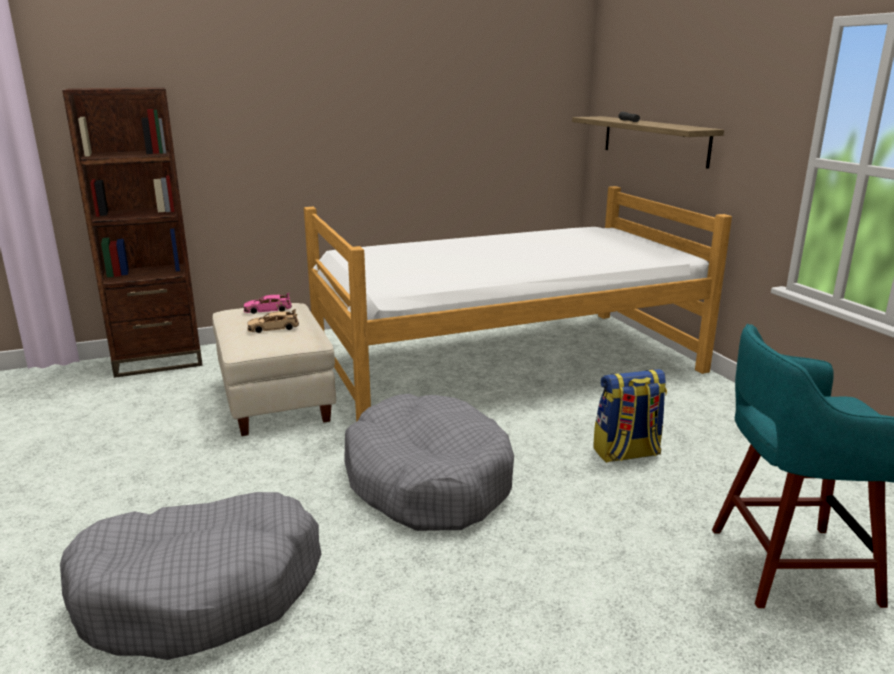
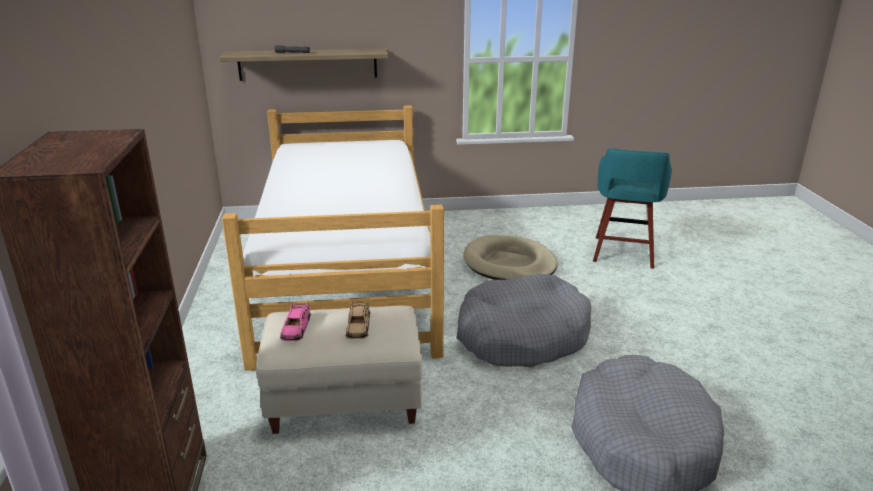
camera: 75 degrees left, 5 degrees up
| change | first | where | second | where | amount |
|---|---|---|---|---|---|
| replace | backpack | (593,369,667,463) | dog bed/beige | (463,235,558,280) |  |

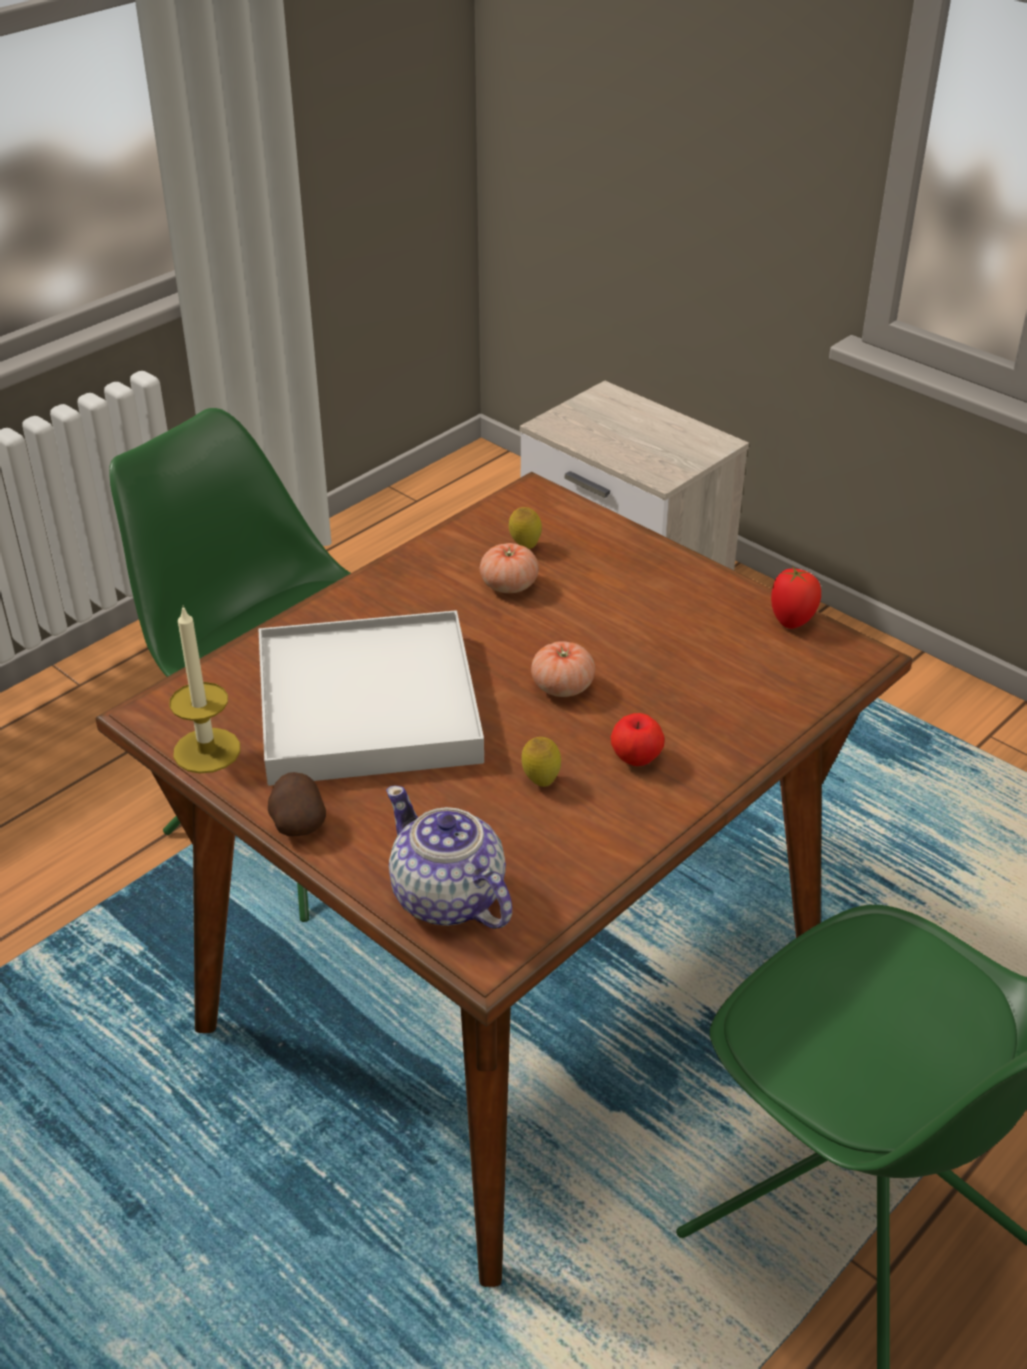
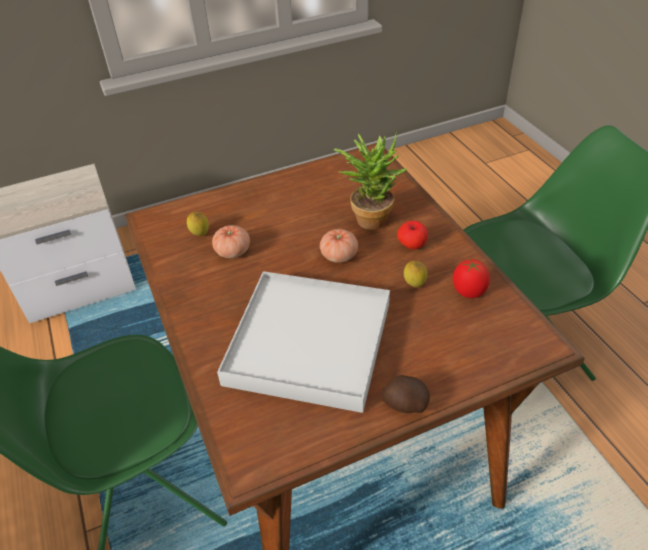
camera: 65 degrees left, 5 degrees up
| change | first | where | second | where | amount |
|---|---|---|---|---|---|
| delete | candle | (169,605,240,773) |  |  |  |
| delete | teapot | (386,786,512,929) |  |  |  |
| move | tomato | (771,566,821,629) |  | (453,259,490,298) |  |
| insert |  |  | potted plant | (334,132,407,230) |  |

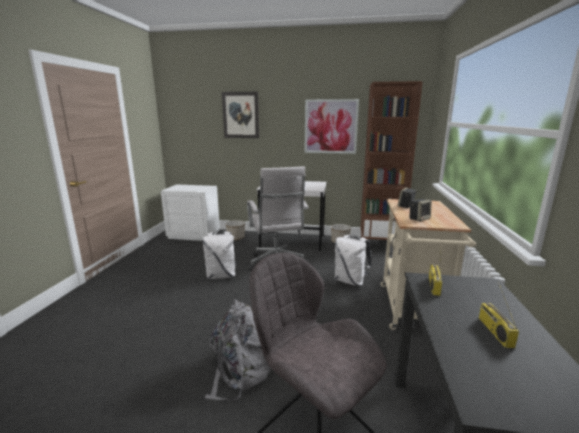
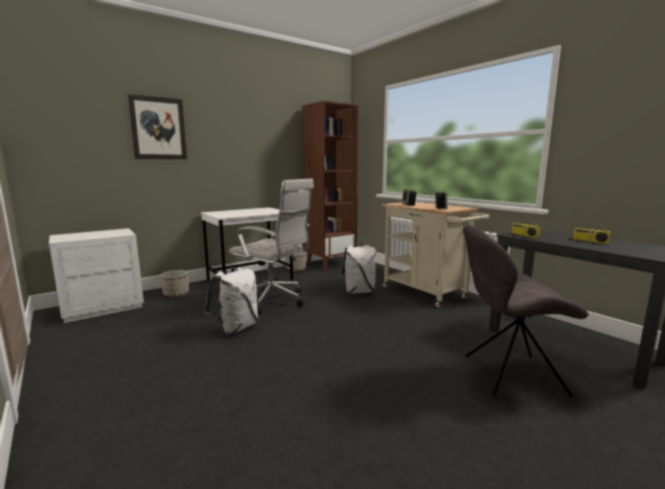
camera: 45 degrees left, 5 degrees down
| change | first | where | second | where | amount |
|---|---|---|---|---|---|
| delete | backpack/grey | (205,299,271,401) |  |  |  |
| delete | picture | (304,99,359,154) |  |  |  |

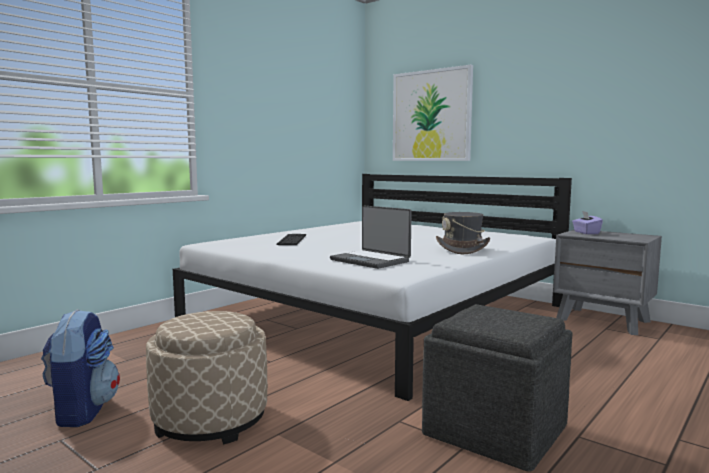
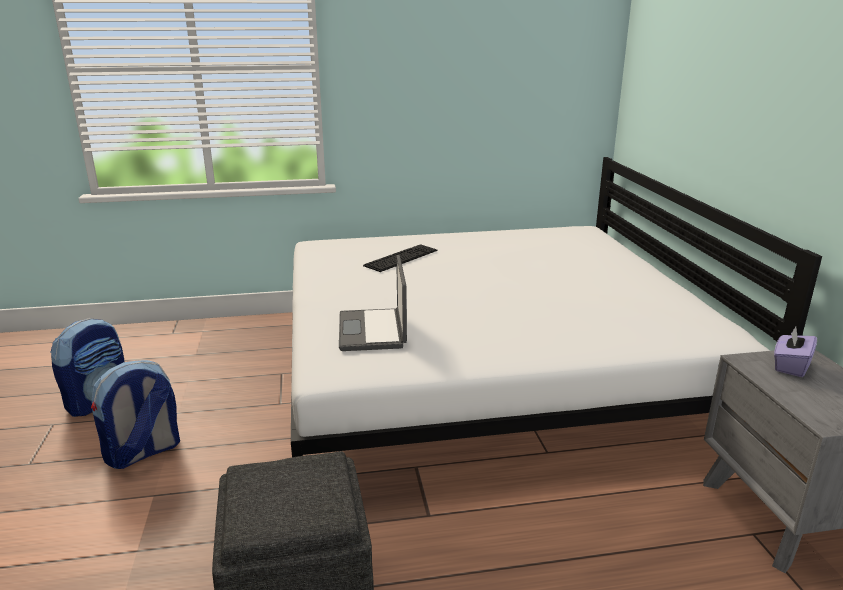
camera: 40 degrees right, 15 degrees up
| change | first | where | second | where | amount |
|---|---|---|---|---|---|
| replace | ottoman/beige | (146,311,267,445) | backpack | (91,360,180,469) |  |
| delete | picture | (393,65,473,161) |  |  |  |
| delete | hat/grey | (436,212,490,254) |  |  |  |

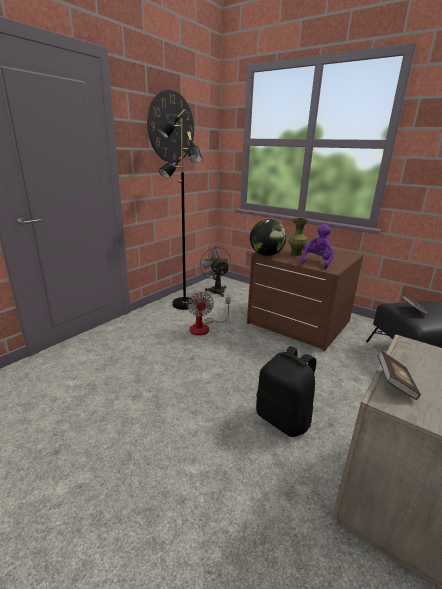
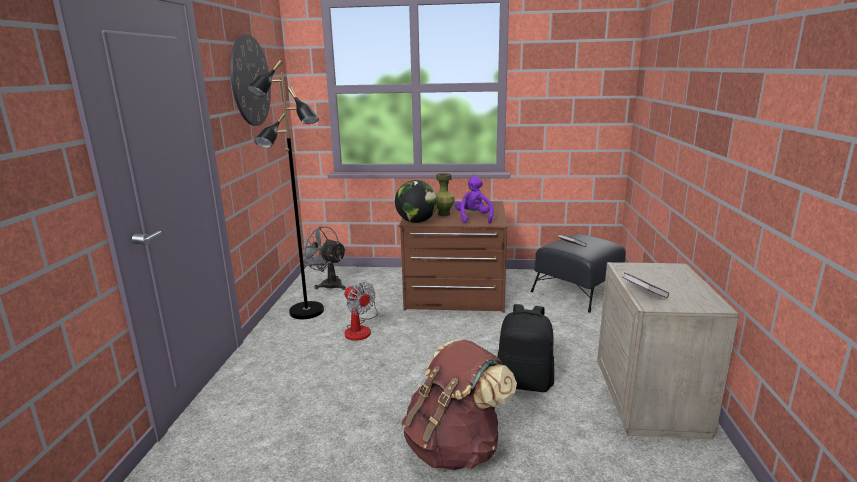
camera: 30 degrees left, 5 degrees down
| change | first | where | second | where | amount |
|---|---|---|---|---|---|
| insert |  |  | backpack/brown | (401,339,517,470) |  |

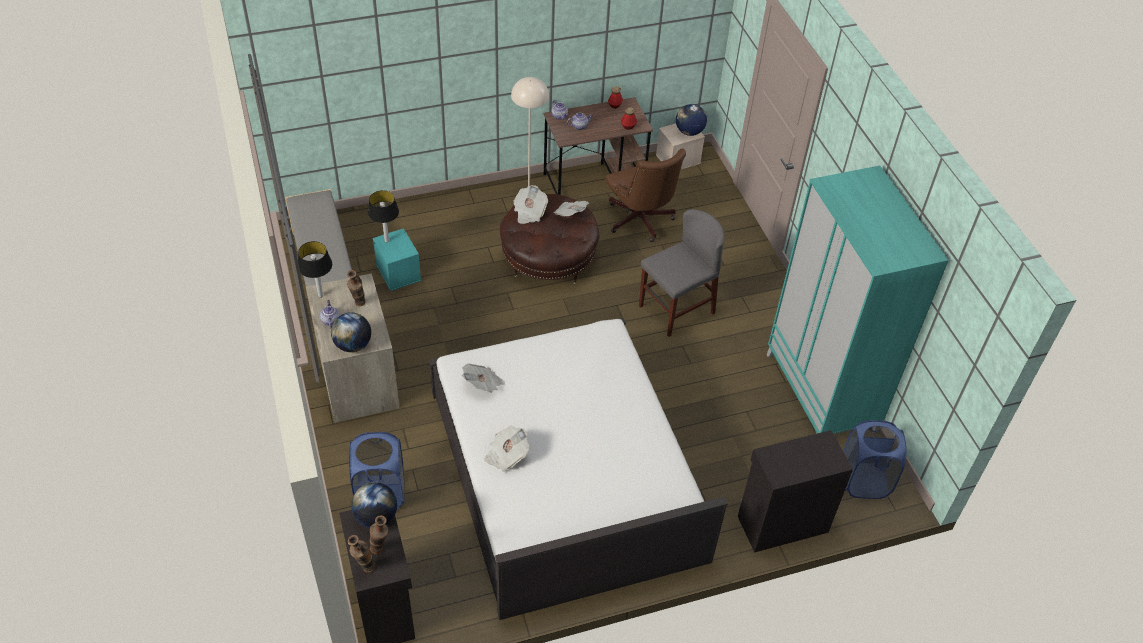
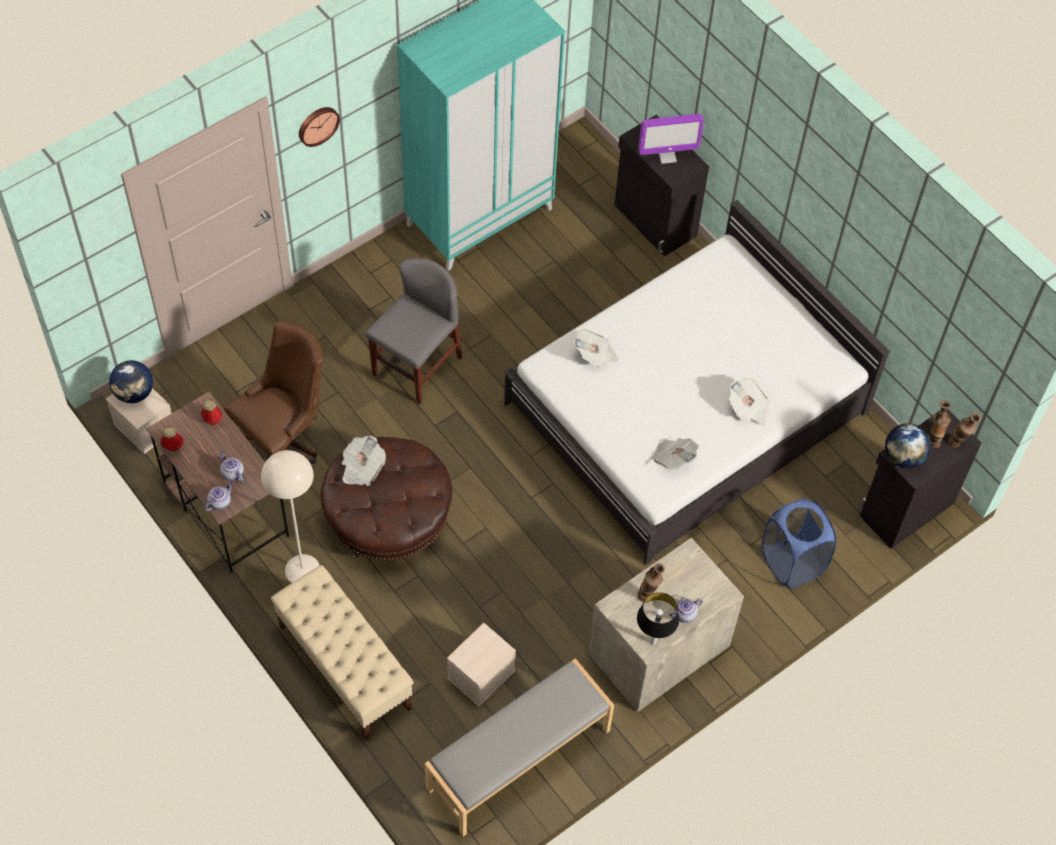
camera: 110 degrees left, 10 degrees up
| change | first | where | second | where | amount |
|---|---|---|---|---|---|
| delete | globe | (331,312,371,352) |  |  |  |
| delete | table lamp | (368,190,399,243) |  |  |  |
| recolor | storage box/turquoise | (373,228,421,291) | storage box/beige | (447,623,516,706) |  |
| move | newspaper | (513,185,548,224) |  | (573,329,618,367) |  |
| rotate | chair/grey | (639,209,724,337) |  | (365,258,462,405) | 90 degrees clockwise |
| delete | laundry basket/blue | (843,420,907,499) |  |  |  |
| insert |  |  | bench/beige | (271,565,414,740) |  |
| insert |  |  | wall clock | (299,107,340,147) |  |
| insert |  |  | monitor | (638,114,704,164) |  |

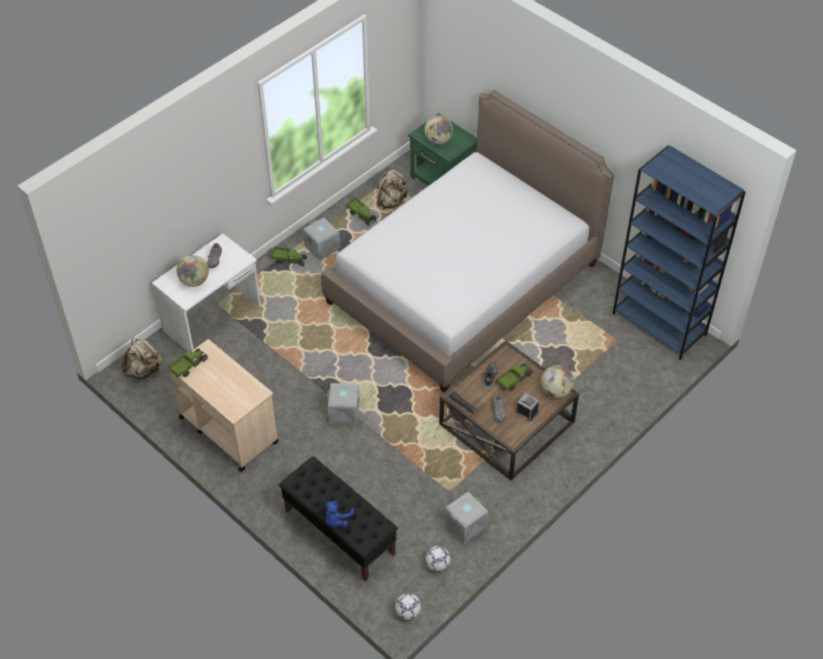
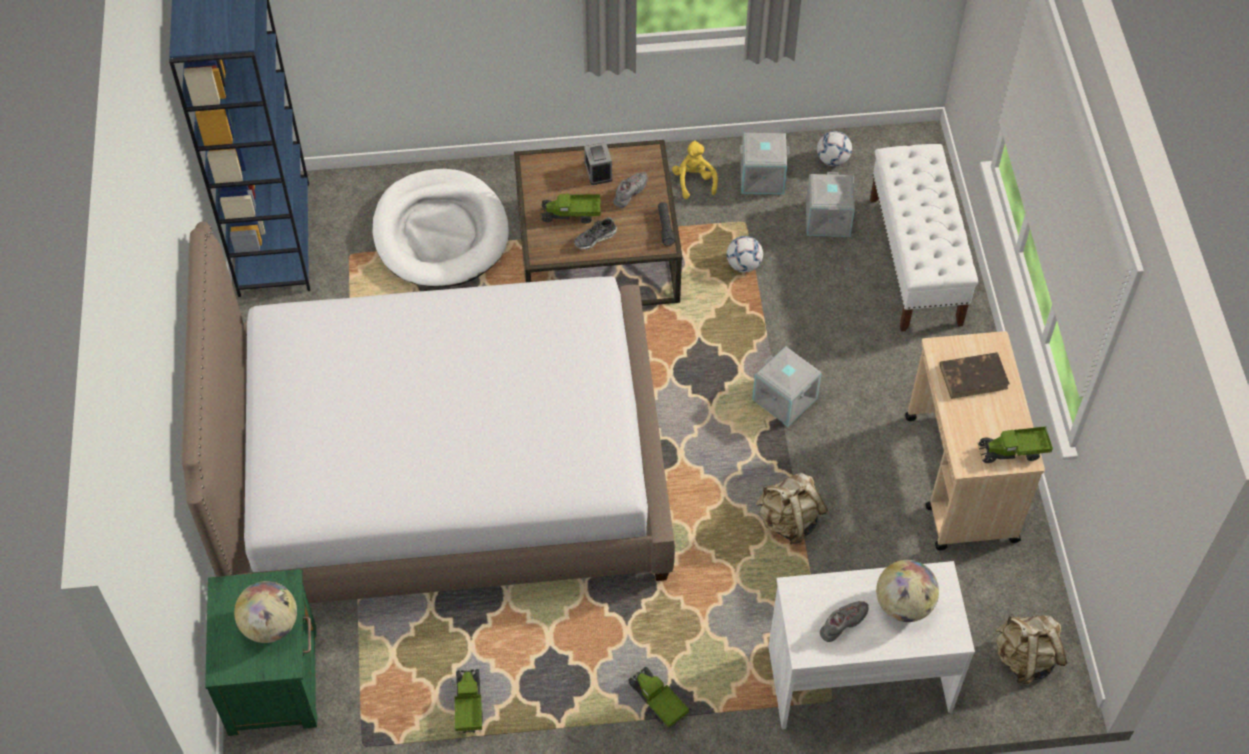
camera: 140 degrees left, 5 degrees up
| change | first | where | second | where | amount |
|---|---|---|---|---|---|
| recolor | bench/black | (279,456,398,581) | bench/white | (870,144,978,332) |  |
| move | storage box/grey | (303,217,340,261) |  | (806,172,855,237) |  |
| delete | plush toy/blue | (325,500,355,527) |  |  |  |
| move | backpack/beige | (377,169,408,209) |  | (756,473,828,544) |  |
| move | football | (395,593,421,620) |  | (726,236,763,272) |  |
| delete | globe | (541,365,574,398) |  |  |  |
| insert |  |  | dog bed/white | (372,169,509,287) |  |
| insert |  |  | plush toy/yellow | (672,140,718,199) |  |
| insert |  |  | book/brown | (940,352,1010,399) |  |

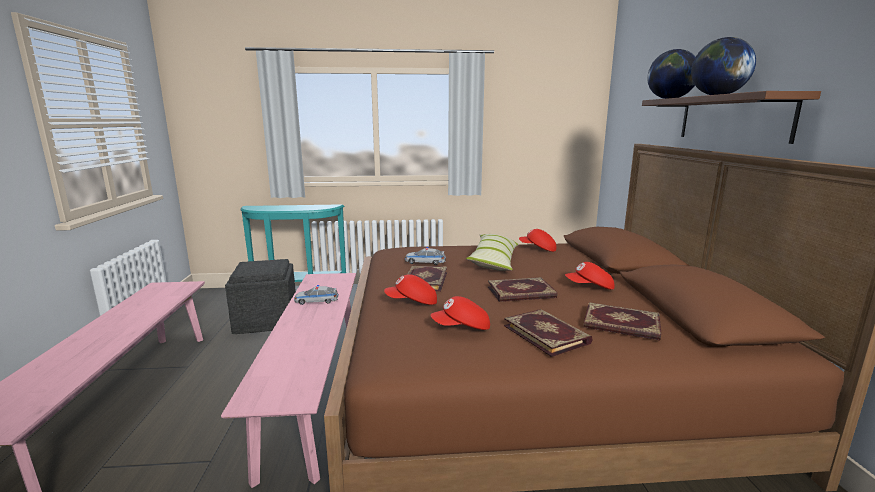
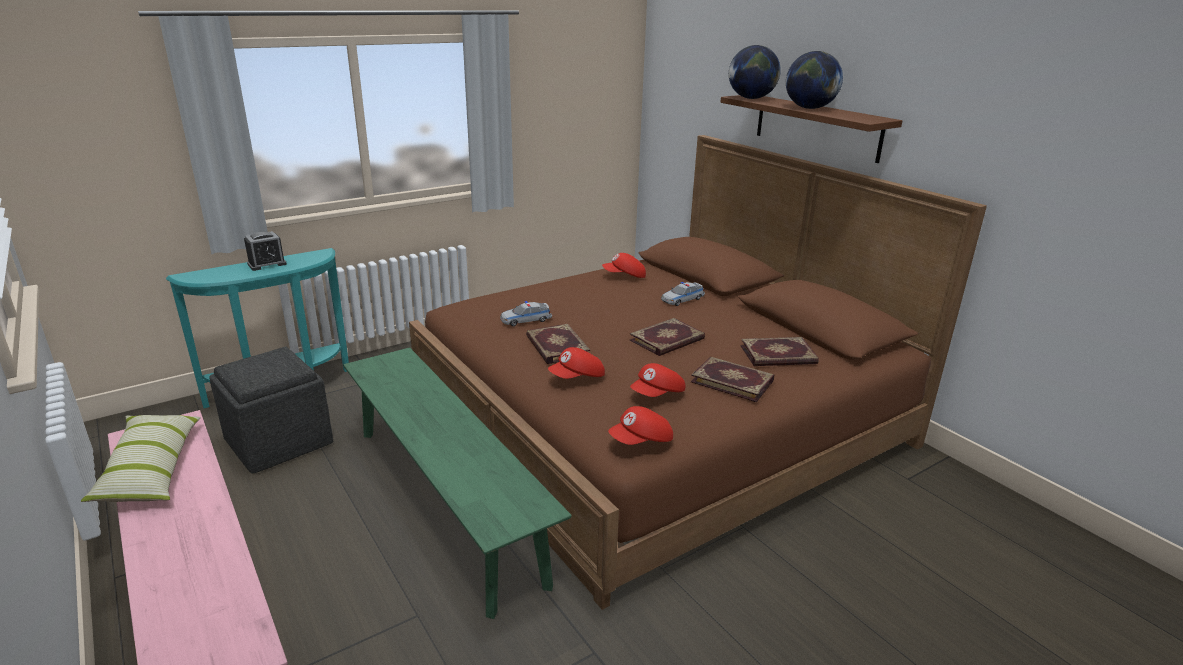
camera: 30 degrees left, 10 degrees up
| change | first | where | second | where | amount |
|---|---|---|---|---|---|
| recolor | bench/pink | (221,273,356,488) | bench/green | (343,348,572,619) |  |
| move | toy car | (294,285,339,305) |  | (661,282,705,306) |  |
| move | pillow | (466,234,519,271) |  | (81,415,201,502) |  |
| move | cap/red | (565,262,615,290) |  | (608,406,673,445) |  |
| insert |  |  | alarm clock | (244,231,287,271) |  |

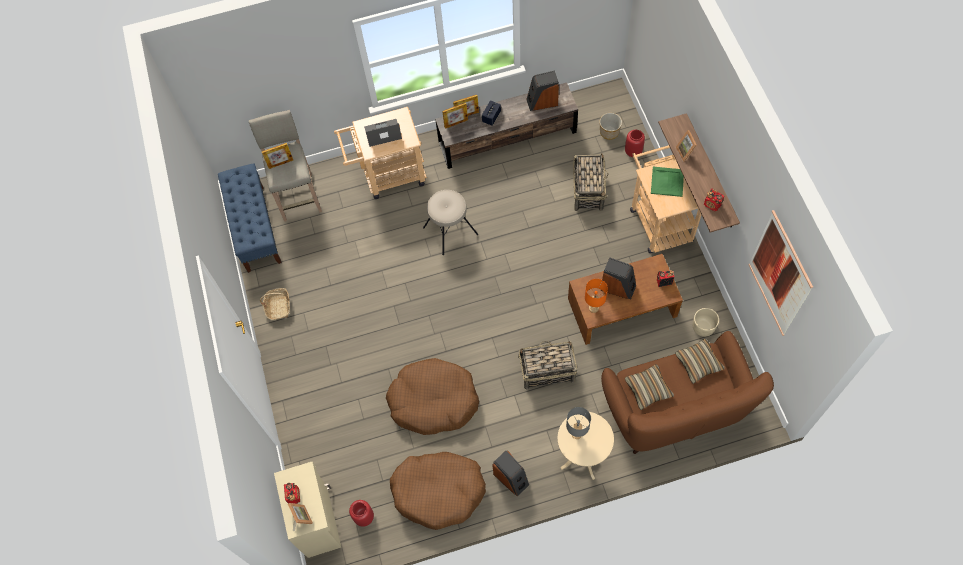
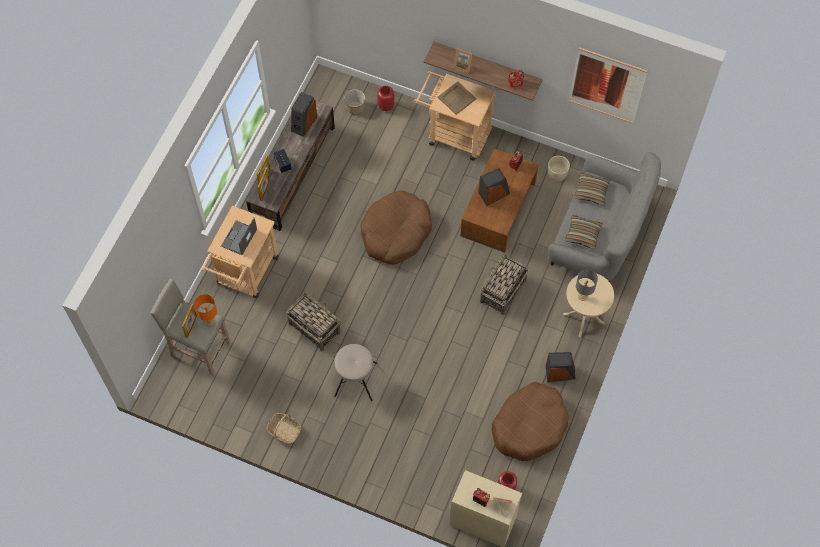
camera: 55 degrees left, 0 degrees up
| change | first | where | second | where | amount |
|---|---|---|---|---|---|
| delete | bench/blue | (218,164,282,273) |  |  |  |
| move | dog bed/brown | (386,358,479,435) |  | (360,191,432,265) |  |
| move | stool/beige | (423,190,478,255) |  | (334,344,378,401) |  |
| move | basket | (573,153,608,211) |  | (286,293,341,351) |  |
| move | table lamp/orange | (585,279,608,313) |  | (194,294,217,326) |  |
| recolor | sofa/brown | (601,331,774,454) | sofa/grey | (548,152,661,282) |  |
| recolor | tray/green | (651,167,684,197) | tray/beige | (438,81,477,115) |  |

